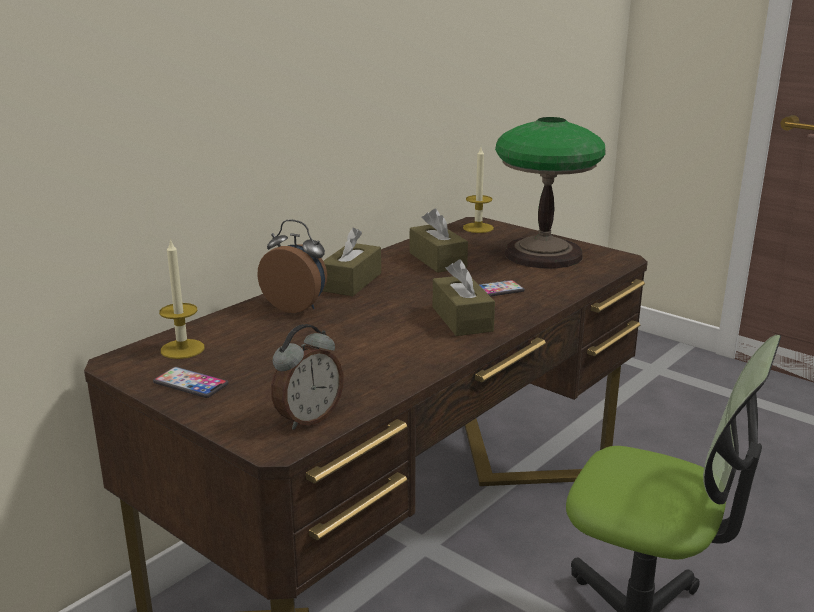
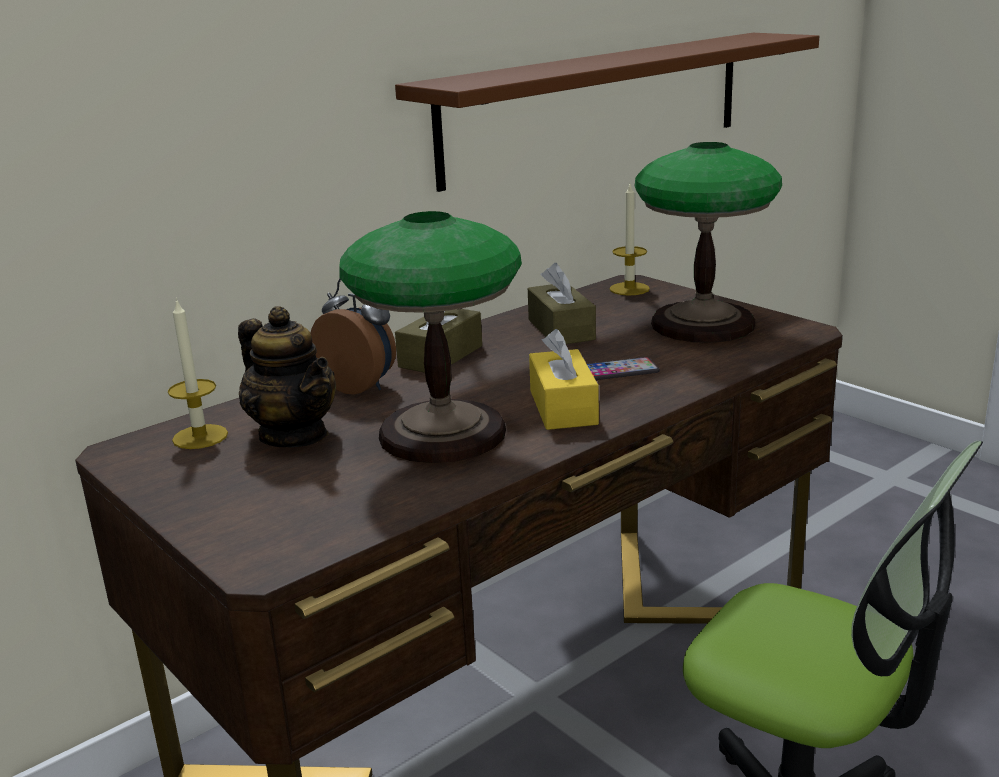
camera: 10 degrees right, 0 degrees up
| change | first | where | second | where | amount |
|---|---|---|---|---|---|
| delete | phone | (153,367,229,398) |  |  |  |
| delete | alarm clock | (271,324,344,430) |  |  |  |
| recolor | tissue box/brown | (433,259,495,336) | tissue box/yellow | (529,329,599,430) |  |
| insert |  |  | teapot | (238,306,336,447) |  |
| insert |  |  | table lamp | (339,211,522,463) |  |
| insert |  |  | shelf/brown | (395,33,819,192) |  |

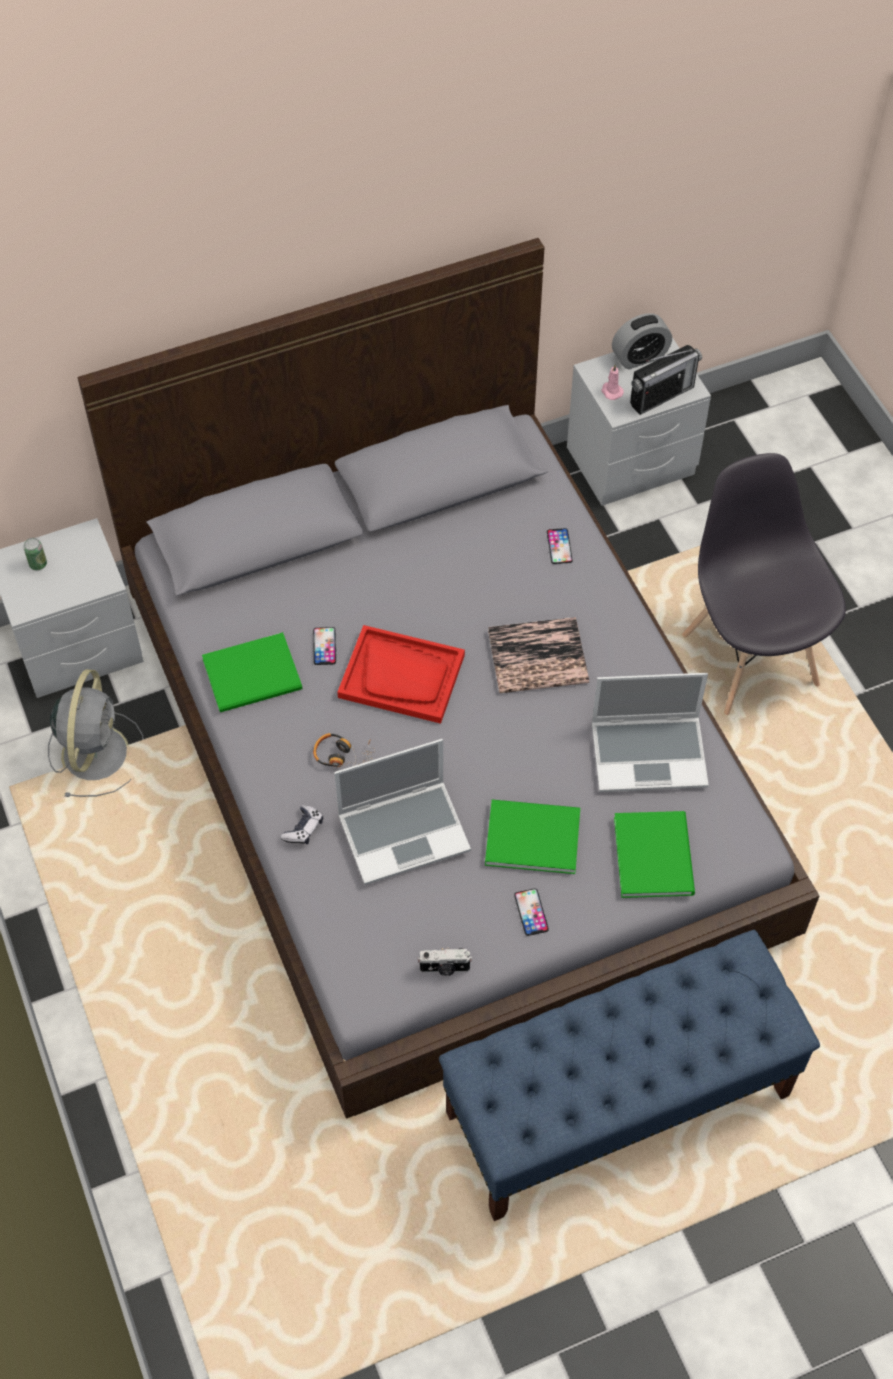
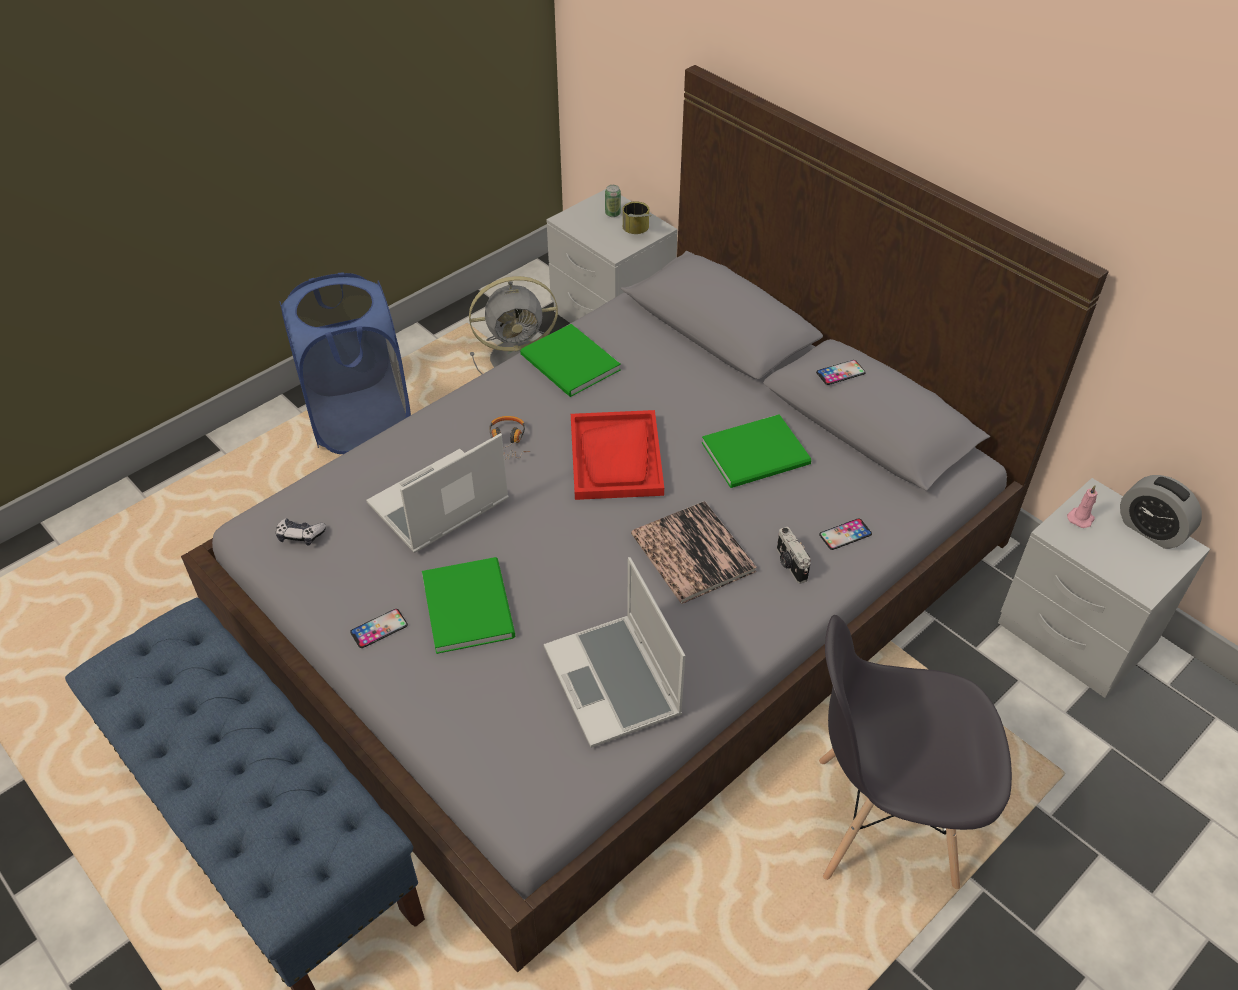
camera: 70 degrees right, 10 degrees down
| change | first | where | second | where | amount |
|---|---|---|---|---|---|
| move | game controller | (280,805,323,844) |  | (276,518,326,546) |  |
| move | phone | (313,627,336,665) |  | (816,360,866,385) |  |
| rotate | laptop | (334,739,471,885) |  | (366,433,509,553) | 90 degrees clockwise |
| move | photo camera | (418,948,472,976) |  | (777,527,811,584) |  |
| move | book/green | (614,811,695,898) |  | (702,414,811,488) |  |
| delete | radio | (630,345,702,415) |  |  |  |
| rotate | chair/grey | (682,453,846,715) |  | (819,615,1012,889) | 135 degrees counterclockwise |
| insert |  |  | laundry basket/blue | (279,272,411,454) |  |
| insert |  |  | can | (622,201,652,234) |  |

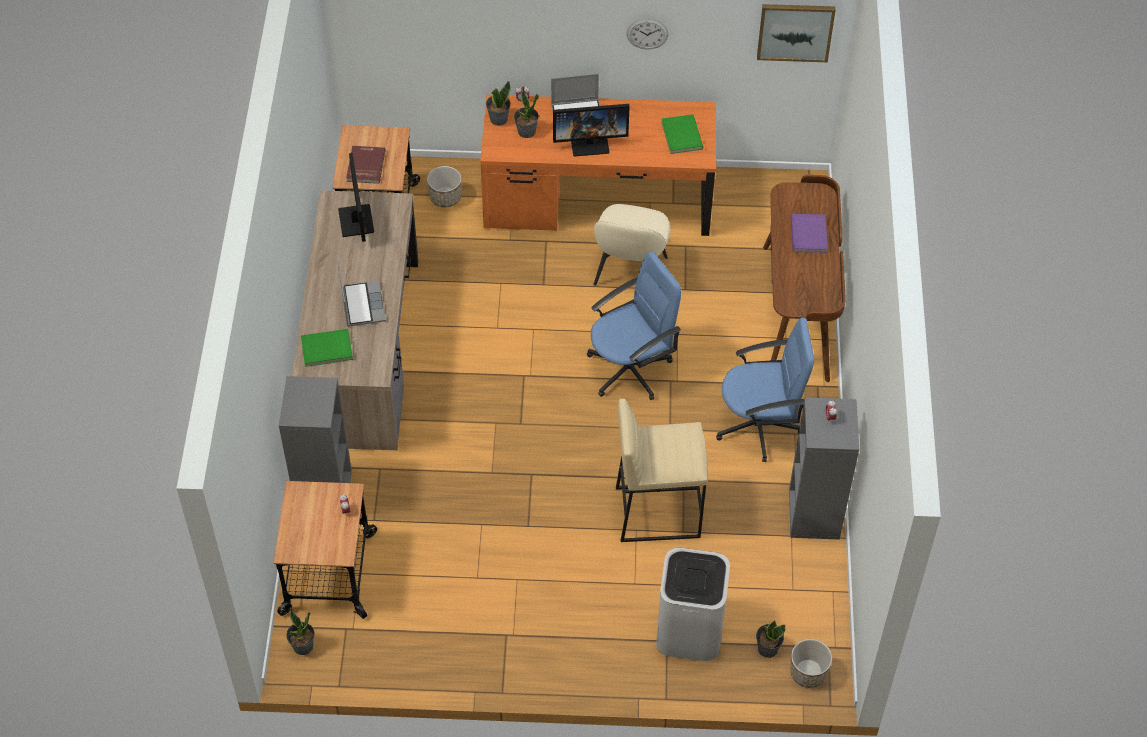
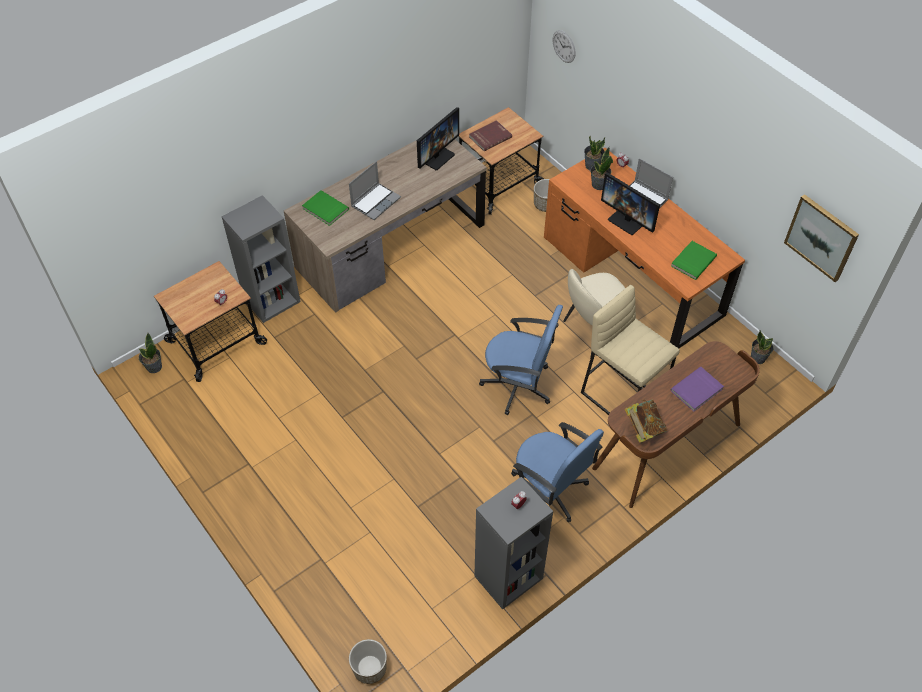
camera: 50 degrees right, 0 degrees up
| change | first | where | second | where | amount |
|---|---|---|---|---|---|
| move | stool/beige | (616,399,708,542) |  | (581,285,680,415) |  |
| move | wall clock | (627,19,668,49) |  | (553,30,576,63) |  |
| delete | trash can/white | (656,548,730,661) |  |  |  |
| move | potted plant | (756,620,785,658) |  | (751,330,773,364) |  |
| insert |  |  | book | (625,399,667,443) |  |

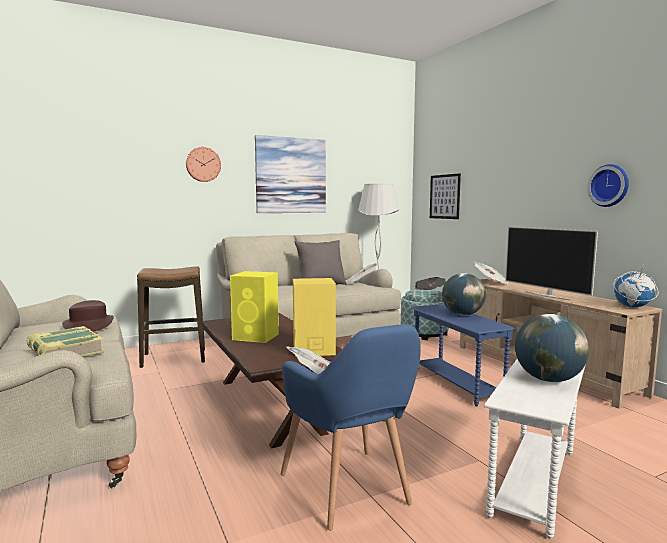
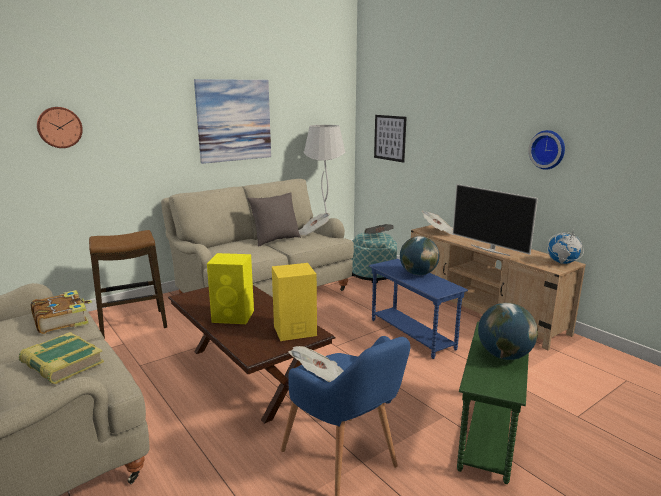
camera: 10 degrees left, 10 degrees up
| change | first | where | second | where | amount |
|---|---|---|---|---|---|
| replace | hat/brown | (62,300,114,332) | book | (31,290,92,334) |  |
| move | wall clock | (186,147,221,182) |  | (37,107,83,148) |  |
| recolor | side table/white | (484,359,586,539) | side table/green | (457,321,529,484) |  |

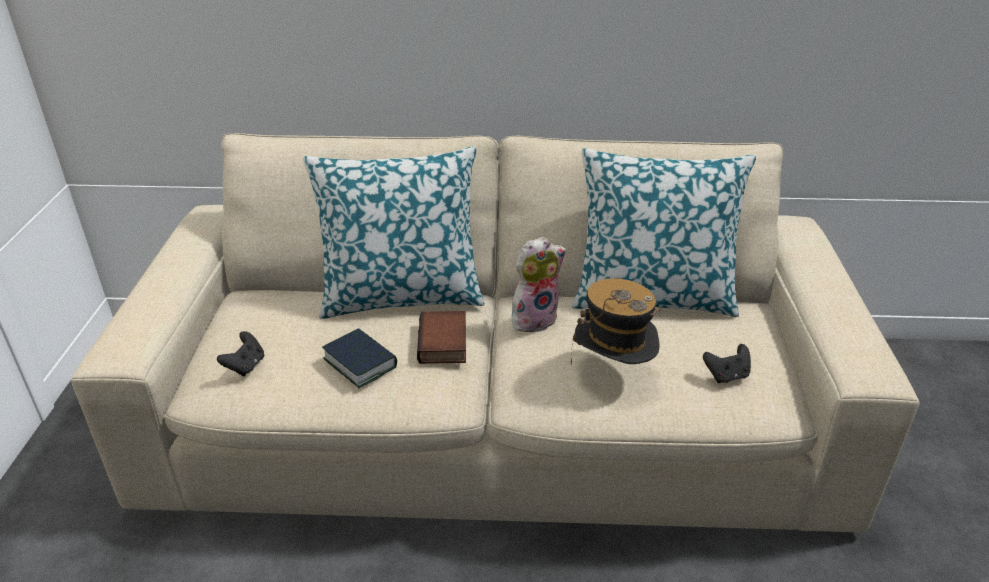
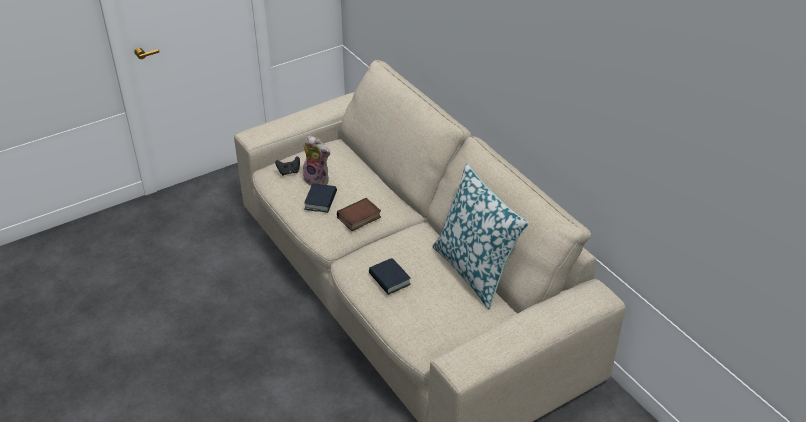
camera: 55 degrees right, 5 degrees up
| change | first | where | second | where | amount |
|---|---|---|---|---|---|
| delete | pillow | (303,146,484,319) |  |  |  |
| move | plush toy | (512,237,566,332) |  | (303,135,330,186) |  |
| replace | hat | (571,278,661,365) | book | (369,258,411,295) |  |
| delete | game controller/black | (703,344,751,383) |  |  |  |

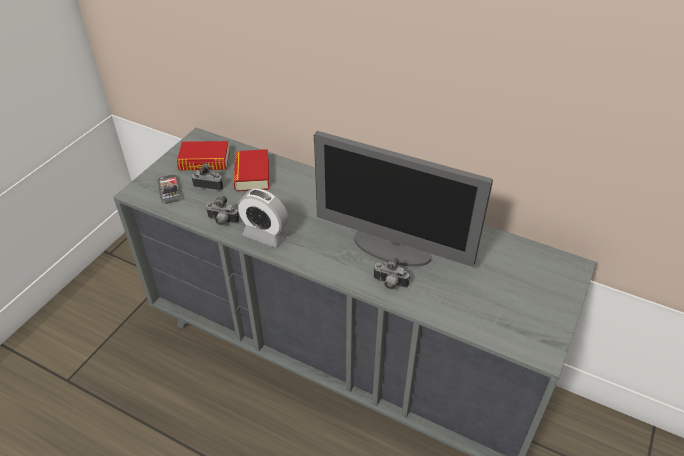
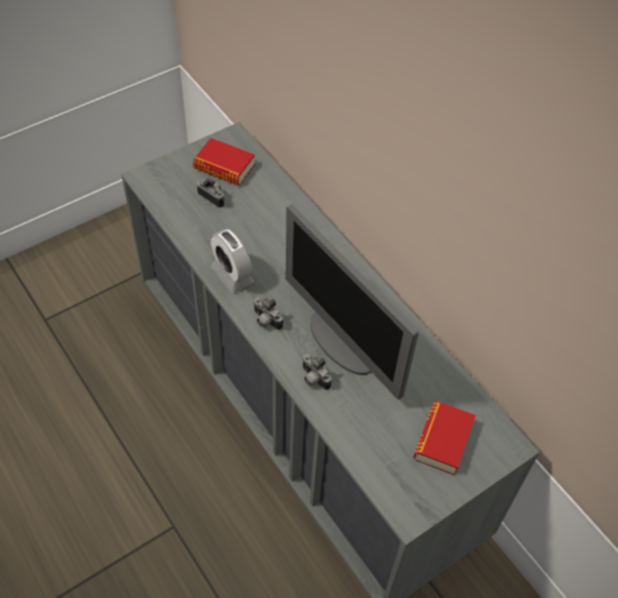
camera: 25 degrees right, 10 degrees up
| change | first | where | second | where | amount |
|---|---|---|---|---|---|
| delete | phone | (157,174,182,204) |  |  |  |
| move | photo camera | (206,196,239,226) |  | (253,297,283,330) |  |
| move | book | (234,149,269,191) |  | (413,401,476,475) |  |

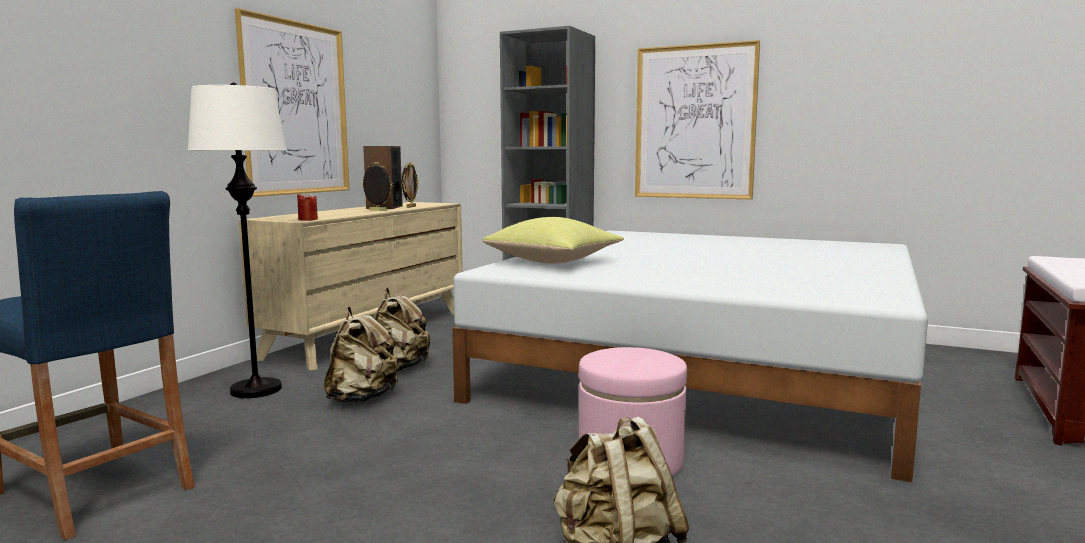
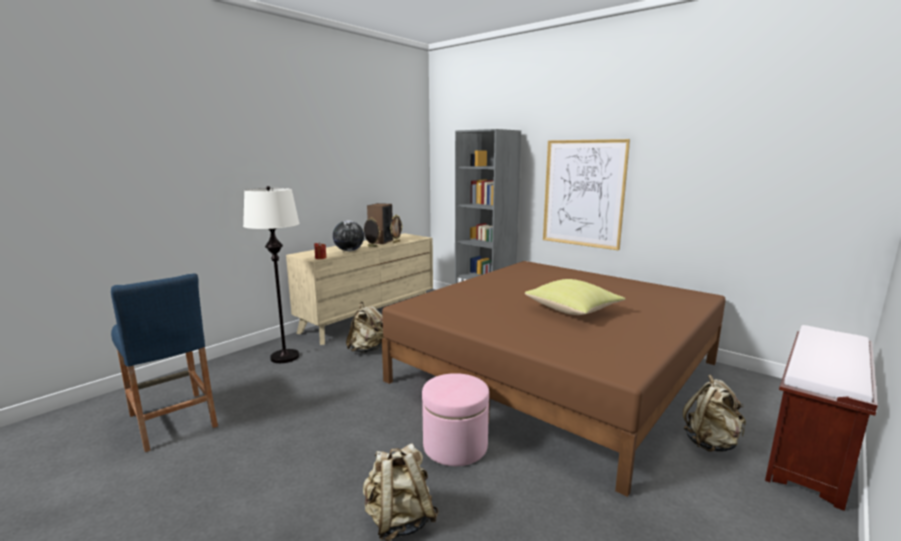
camera: 15 degrees right, 5 degrees up
| change | first | where | second | where | amount |
|---|---|---|---|---|---|
| delete | picture | (235,8,349,197) |  |  |  |
| move | backpack/beige | (324,307,399,403) |  | (683,375,746,452) |  |
| recolor | bed/white | (452,230,928,482) | bed/brown | (382,261,726,497) |  |
| move | pillow/yellow | (482,217,624,264) |  | (525,279,625,315) |  |
| insert |  |  | globe | (333,220,364,251) |  |

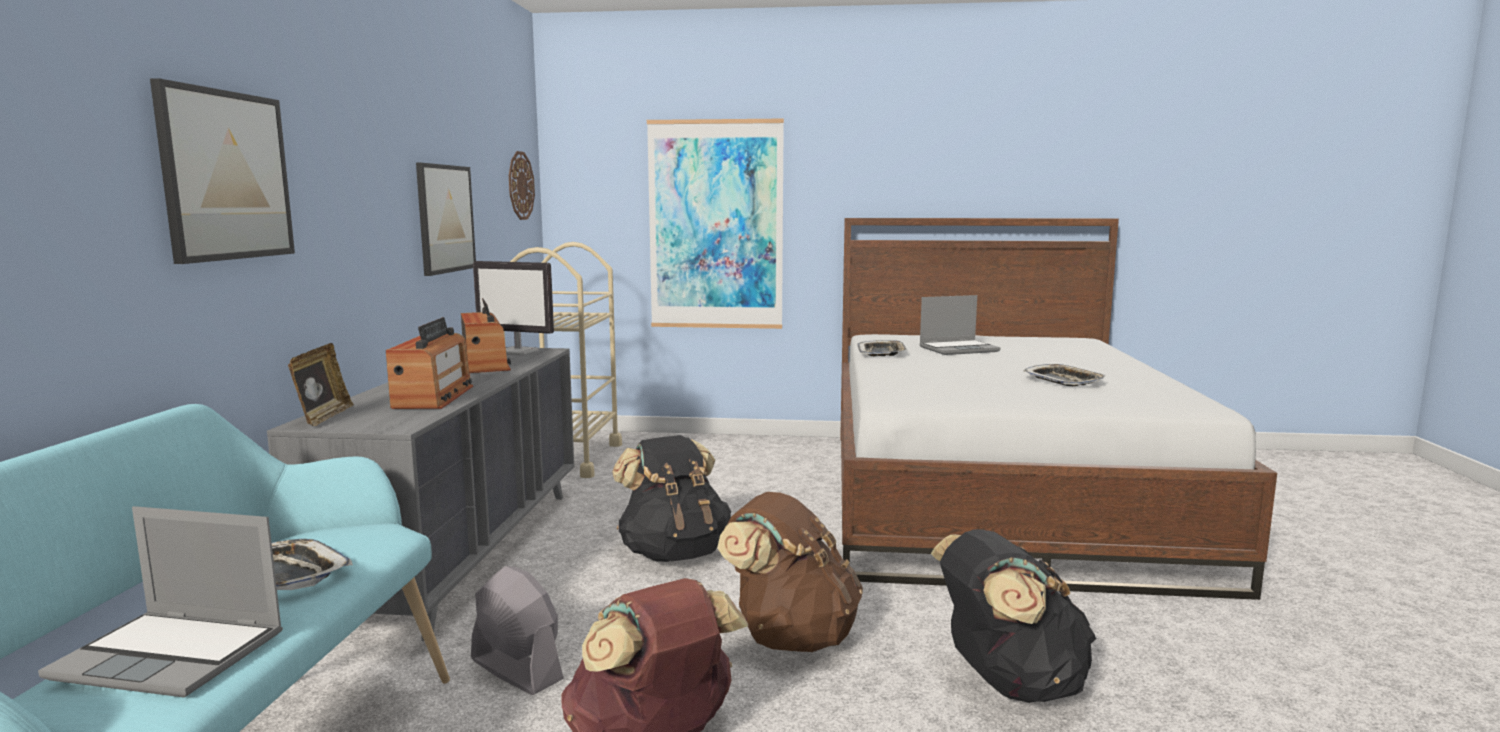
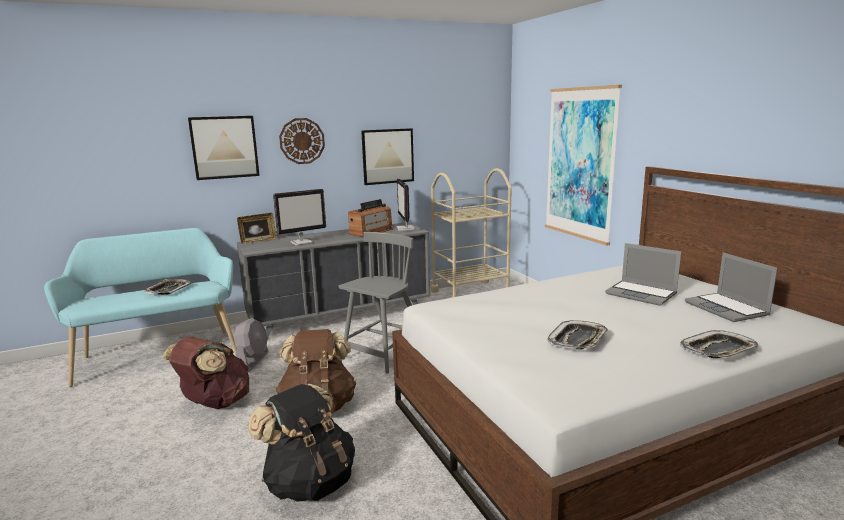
camera: 60 degrees right, 5 degrees up
| change | first | where | second | where | amount |
|---|---|---|---|---|---|
| move | laptop | (38,506,283,698) |  | (685,253,778,322) |  |
| replace | radio | (386,317,473,409) | monitor | (273,189,326,245) |  |
| move | wall clock | (509,151,535,220) |  | (279,118,325,164) |  |
| replace | backpack/black | (612,435,731,562) | chair/grey | (339,232,414,373) |  |
| move | tray | (857,340,907,356) |  | (680,330,759,358) |  |

